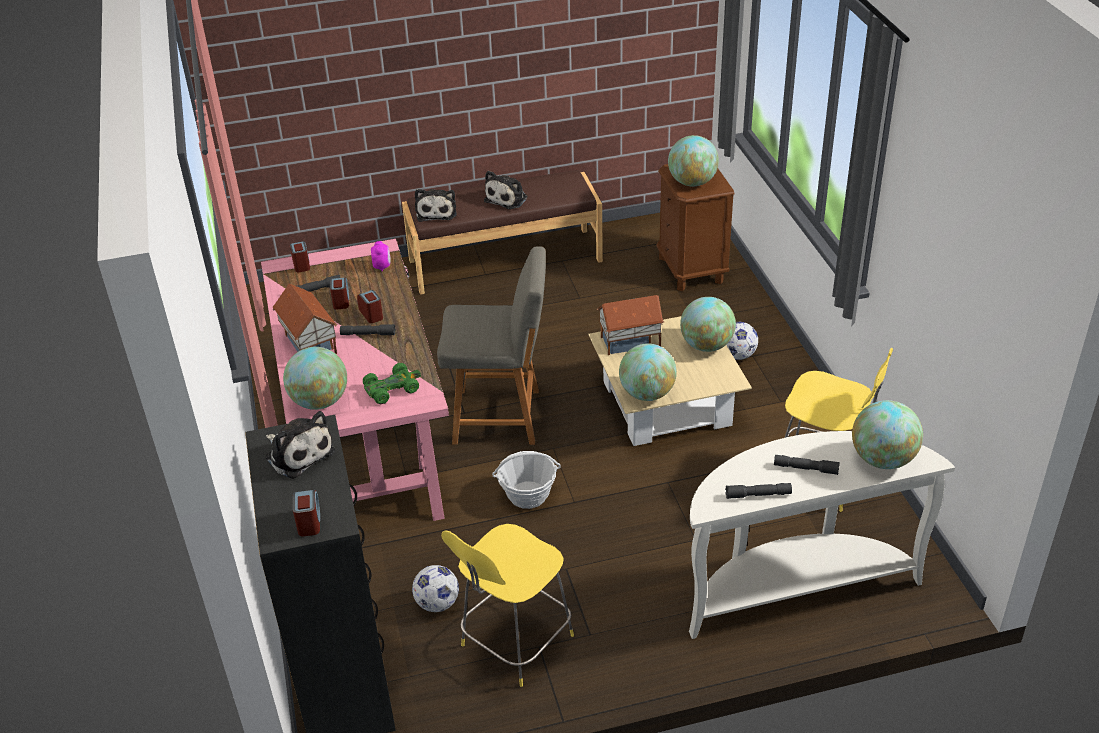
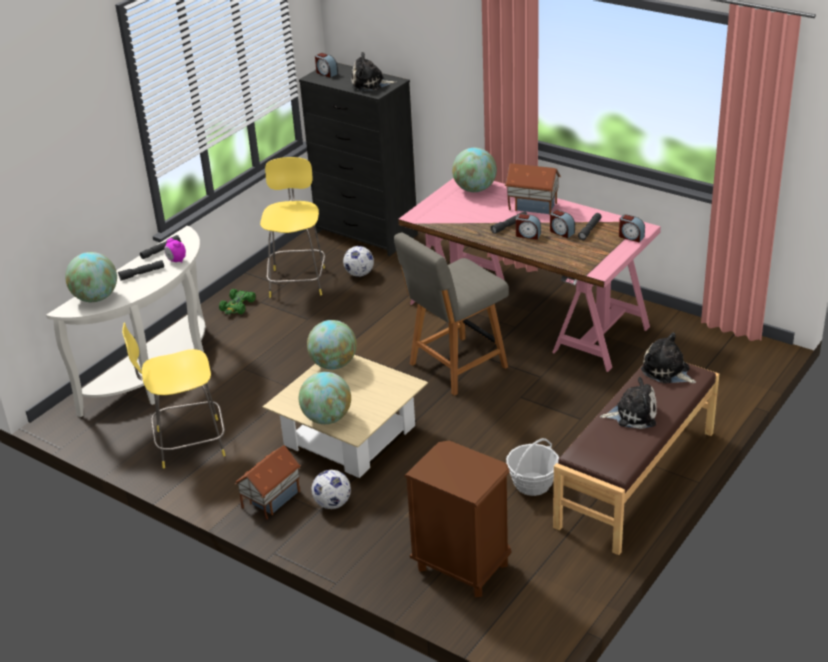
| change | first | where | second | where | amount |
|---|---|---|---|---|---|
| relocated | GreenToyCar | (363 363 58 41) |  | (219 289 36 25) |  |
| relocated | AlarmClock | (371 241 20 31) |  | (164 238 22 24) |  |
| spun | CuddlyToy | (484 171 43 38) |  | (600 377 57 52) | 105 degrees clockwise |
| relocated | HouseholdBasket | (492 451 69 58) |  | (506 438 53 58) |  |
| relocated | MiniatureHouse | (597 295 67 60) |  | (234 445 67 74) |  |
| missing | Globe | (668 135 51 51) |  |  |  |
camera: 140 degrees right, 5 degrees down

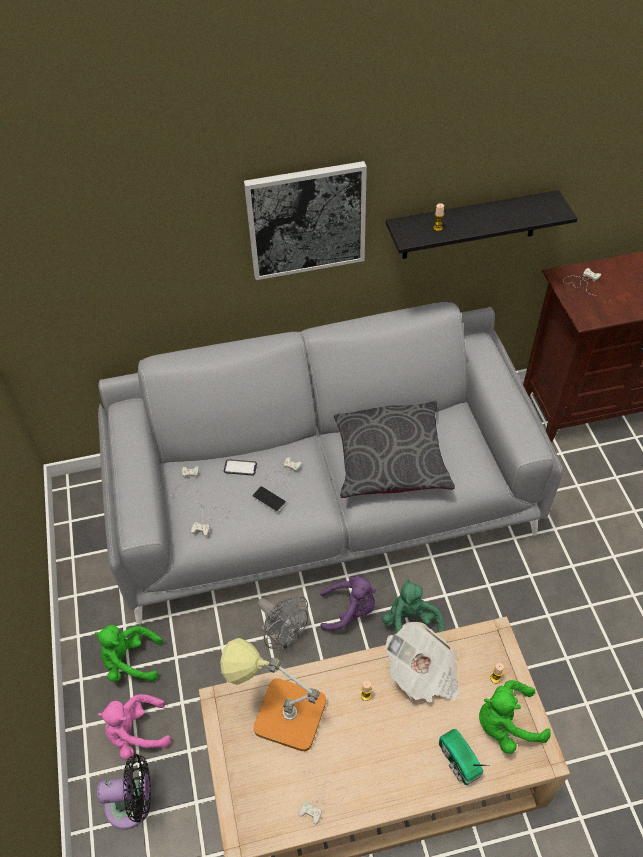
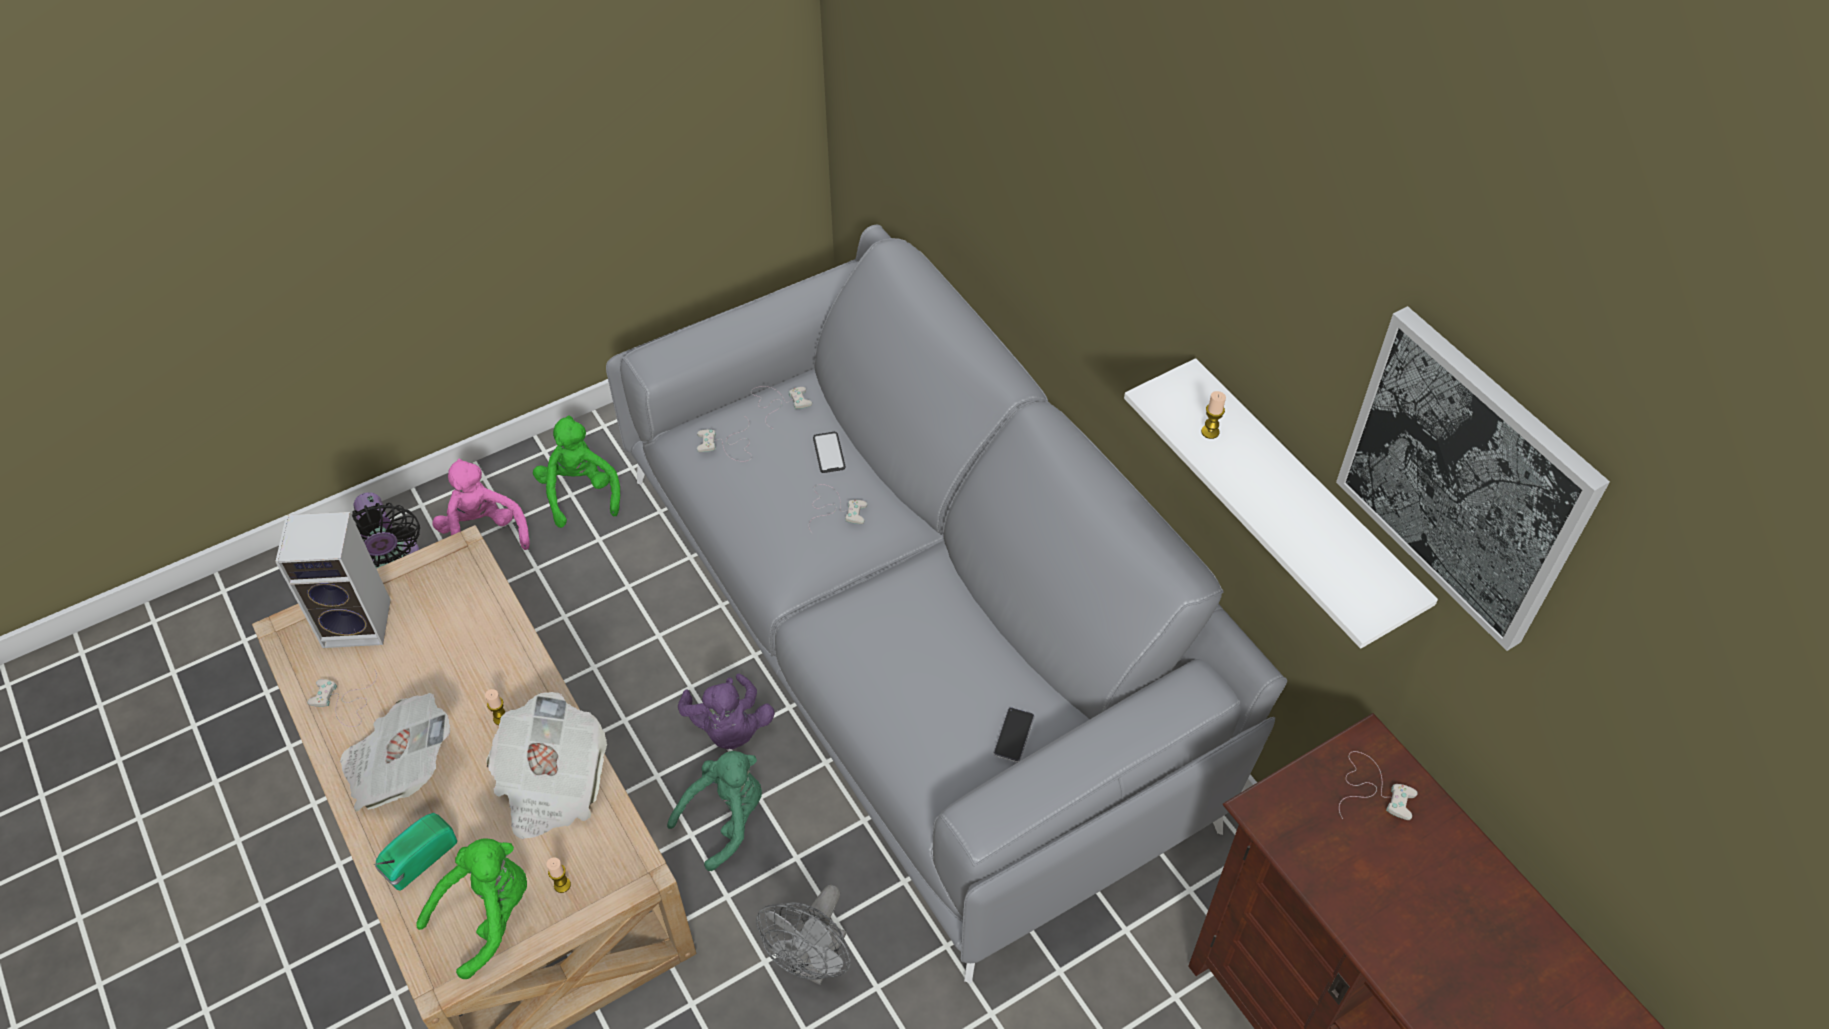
| change | first | where | second | where | amount |
|---|---|---|---|---|---|
| missing | TableLamp | (220 638 106 113) |  |  |  |
| relocated | WallPicture | (244 161 123 119) |  | (1336 306 274 345) |  |
| relocated | Telephone | (252 486 34 26) |  | (993 707 42 55) |  |
| relocated | GrayFan | (258 596 50 55) |  | (756 885 95 100) |  |
| missing | GrayPillow | (334 401 121 97) |  |  |  |
| colour | BlackishWallShelf | (386 190 192 69) | WhiteWallShelf | (1124 358 314 291) |  |
| spun | GreenCuddlyToy | (479 680 72 74) |  | (417 838 110 141) | 75 degrees clockwise |
| appeared |  |  | Speaker | (275 512 116 136) |  |
| appeared |  |  | Newspaper | (340 693 110 118) |  |
camera: 70 degrees right, 0 degrees up

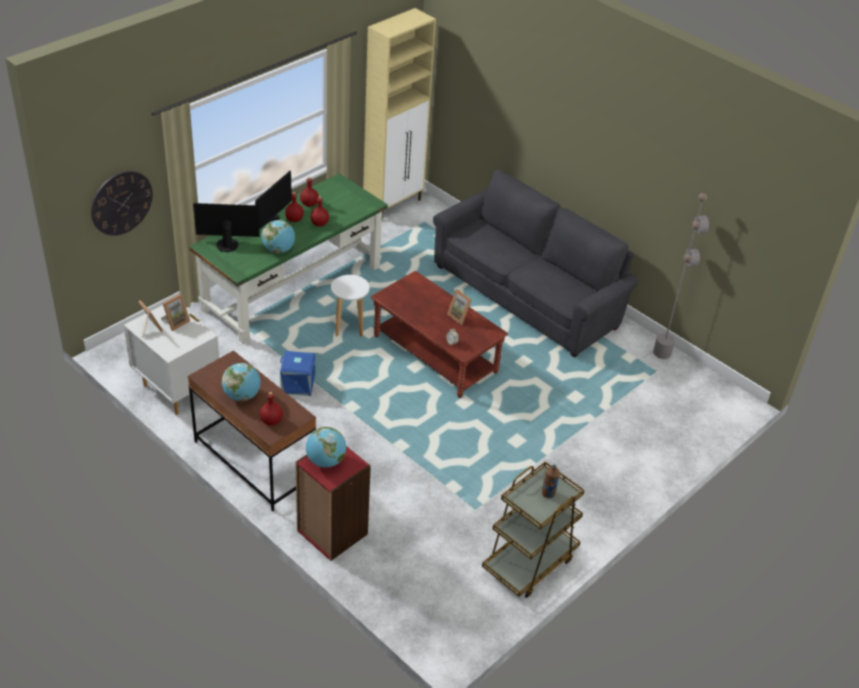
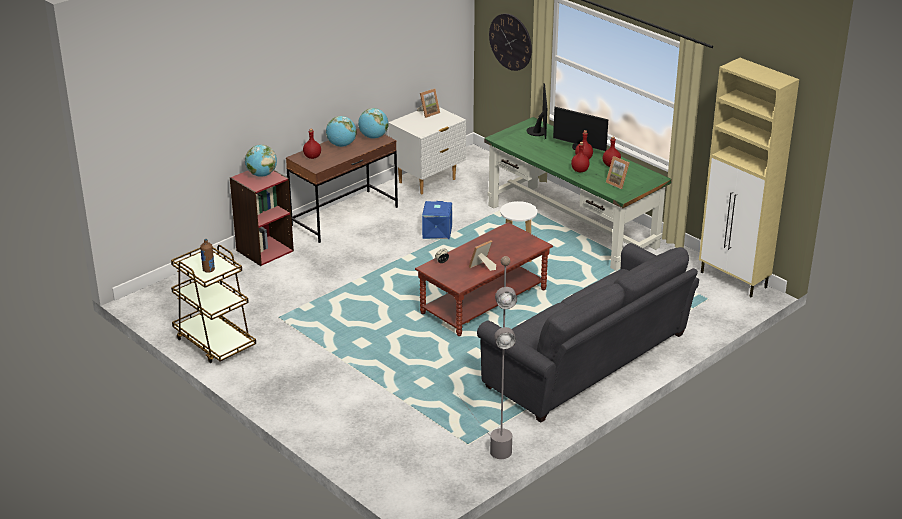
| change | first | where | second | where | amount |
|---|---|---|---|---|---|
| relocated | PhotoFrame | (161 294 29 37) |  | (606 156 23 33) |  |
| relocated | Globe | (262 220 33 33) |  | (358 108 30 31) |  |
camera: 95 degrees right, 10 degrees down

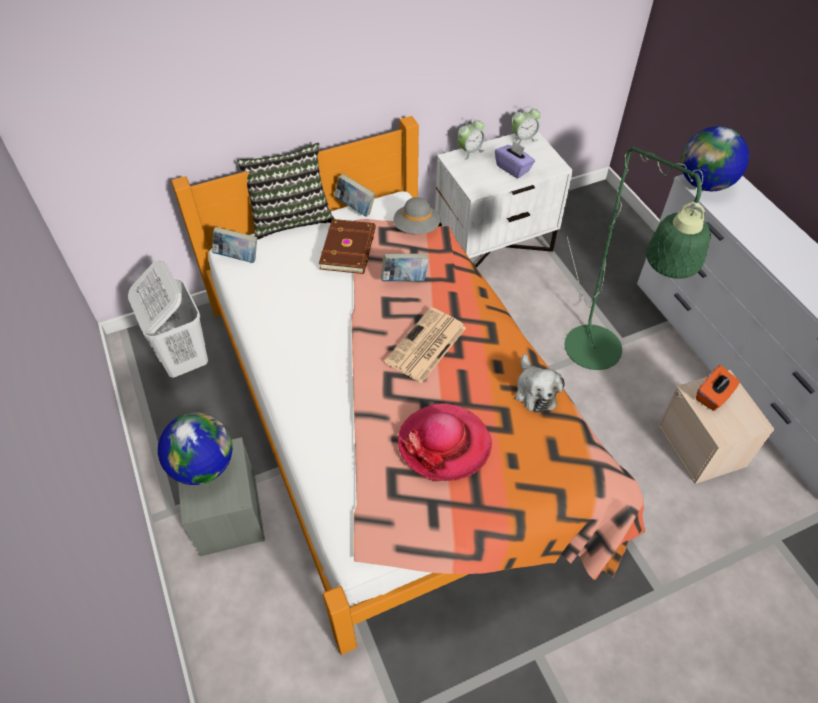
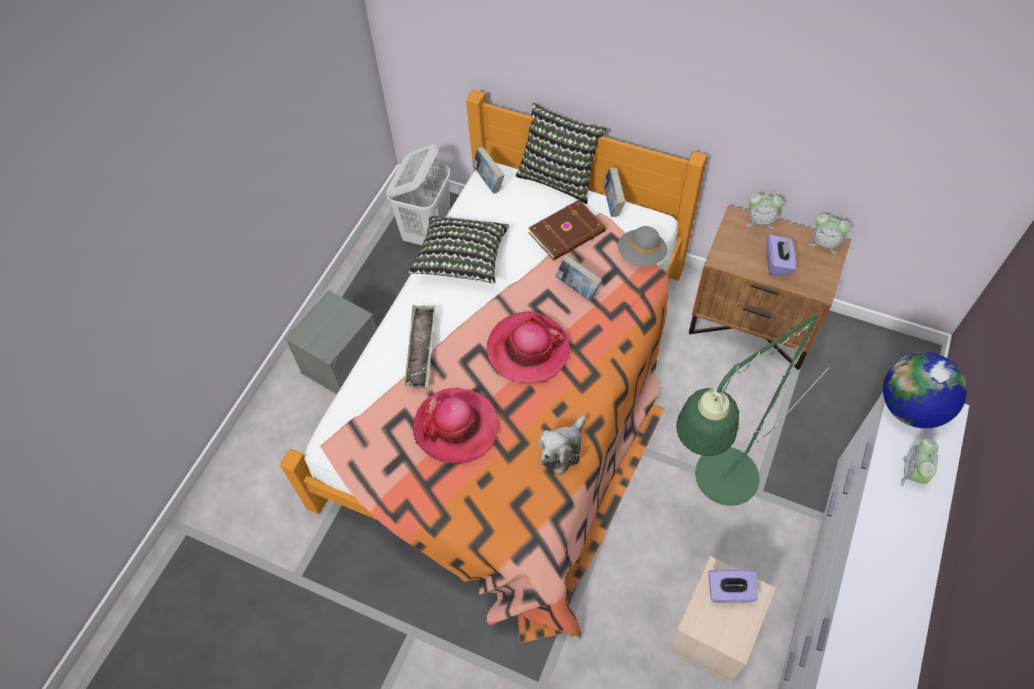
| change | first | where | second | where | amount |
|---|---|---|---|---|---|
| missing | Globe | (158 412 75 73) |  |  |  |
| exchanged | Newspaper | (384 307 82 76) | ClothingHat | (487 311 83 72) |  |
| colour | WhiteBedsideTable | (435 132 138 136) | BrownColouredBedsideTable | (689 205 162 165) |  |
| colour | OrangeTissueHolder | (696 365 44 46) | PurpleColouredTissueHolder | (708 569 50 33) |  |
| appeared |  |  | CarryingTray | (404 305 31 83) |  |
| appeared |  |  | Pillow | (409 216 100 68) |  |
| appeared |  |  | AlarmClock | (901 439 37 48) |  |
camera: 50 degrees right, 5 degrees up

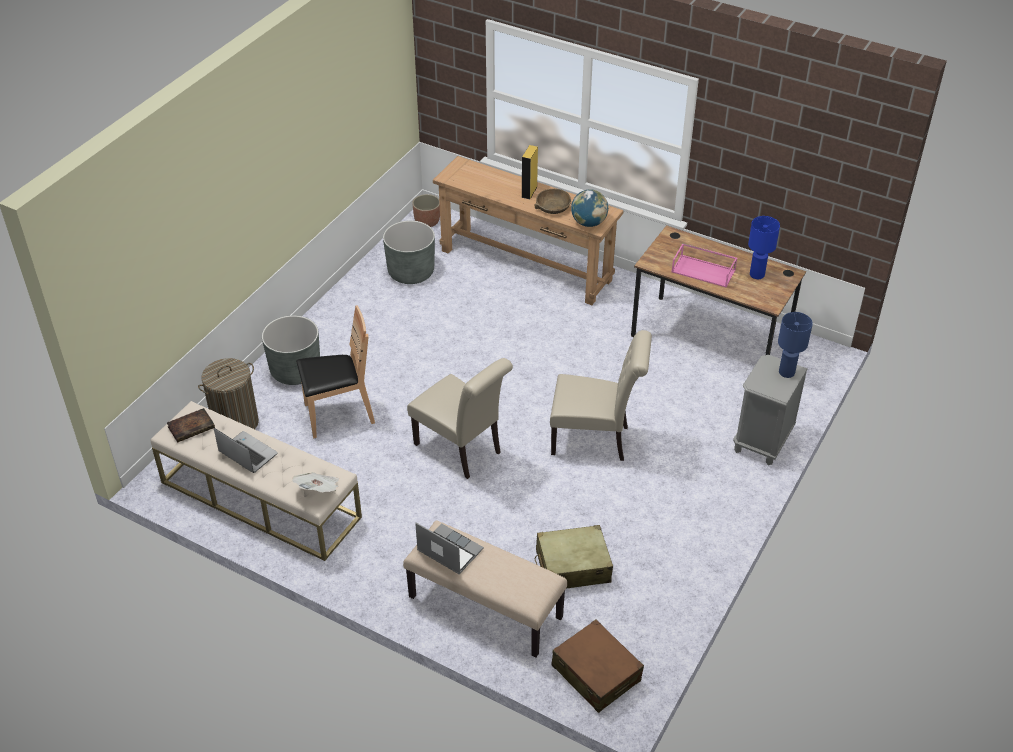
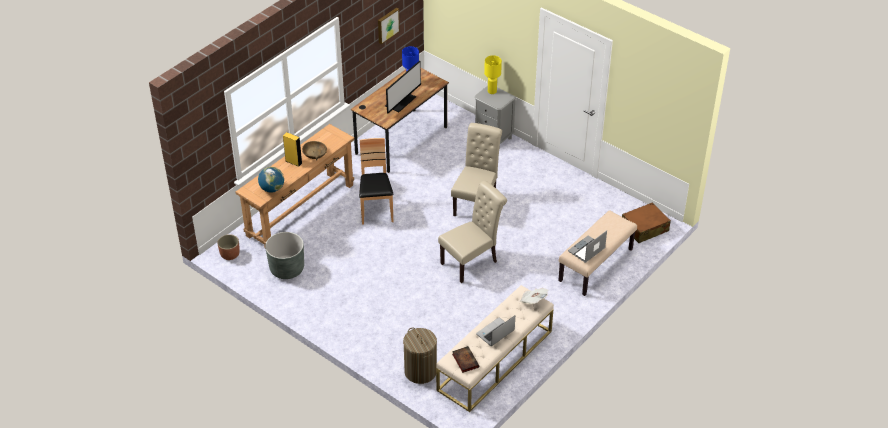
| change | first | where | second | where | amount |
|---|---|---|---|---|---|
| missing | GrayPlanter | (262 315 58 70) |  |  |  |
| relocated | BrownColouredPlainChair | (296 305 79 133) |  | (359 138 35 87) |  |
| missing | SandColouredSuitcase | (535 525 78 64) |  |  |  |
| relocated | Globe | (571 189 37 38) |  | (258 167 26 26) |  |
| exchanged | PinkColouredCarryingTray | (671 243 66 45) | ComputerScreen | (385 61 36 52) |  |
| colour | BluishTableLamp | (778 312 35 66) | YellowishTableLamp | (484 55 18 39) |  |
| appeared |  |  | WallPicture | (378 8 22 36) |  |
camera: 80 degrees left, 0 degrees up

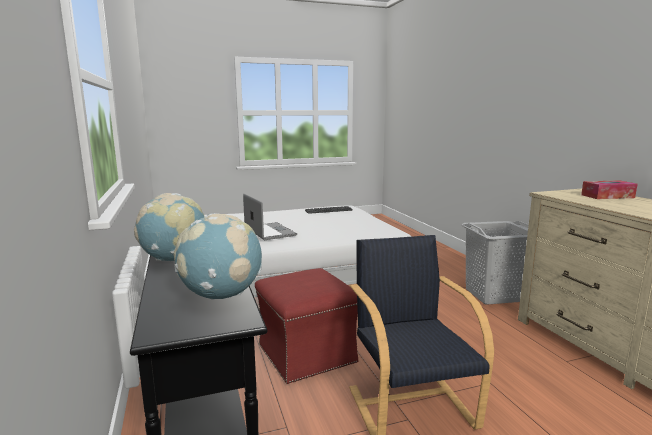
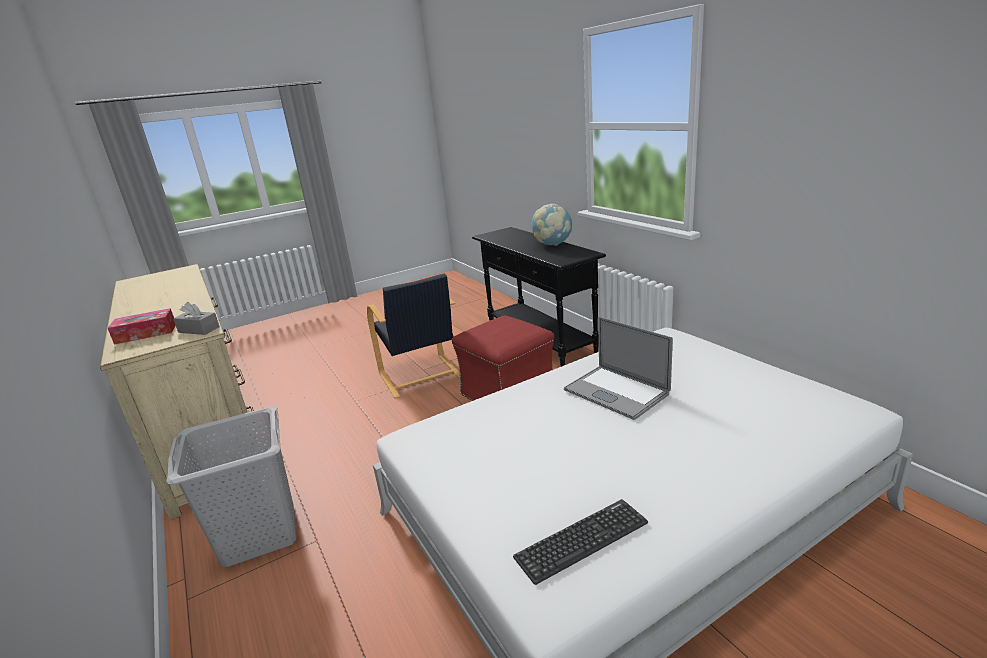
| change | first | where | second | where | amount |
|---|---|---|---|---|---|
| missing | Globe | (174 213 88 87) |  |  |  |
| appeared |  |  | GrayTissueHolder | (173 302 47 33) |  |
camera: 170 degrees right, 10 degrees up

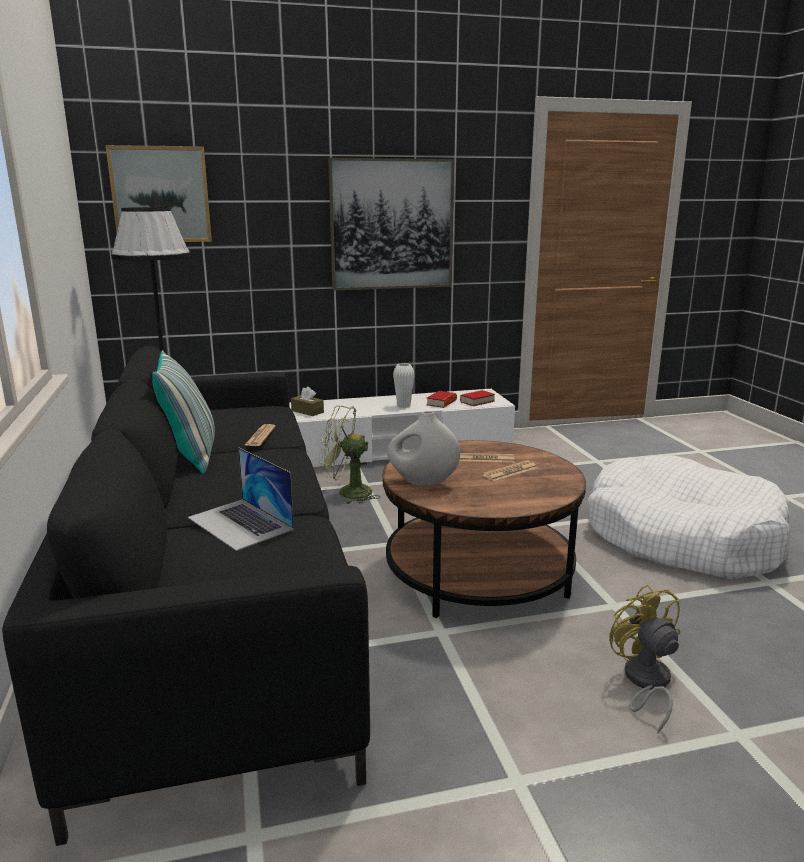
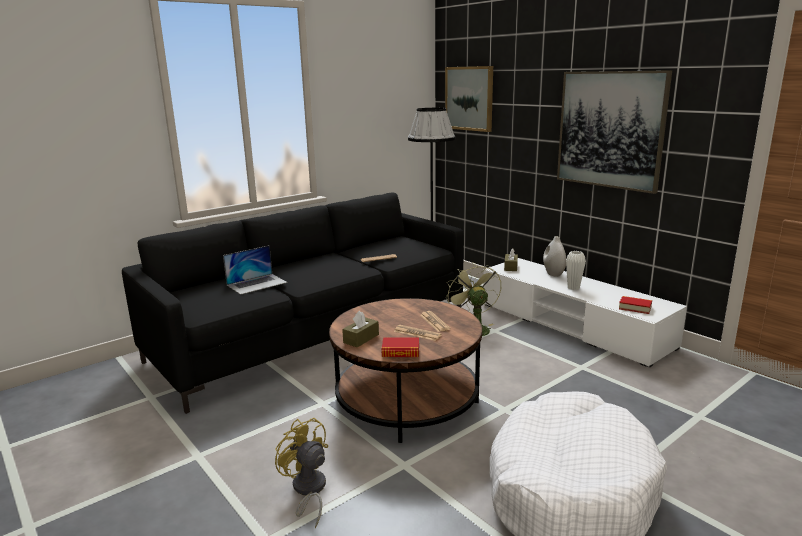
| change | first | where | second | where | amount |
|---|---|---|---|---|---|
| missing | Pillow | (152 350 63 124) |  |  |  |
| spun | Laptop | (188 447 106 104) |  | (223 245 64 50) | 150 degrees counterclockwise |
| relocated | WhiteDecorativeVase | (387 411 73 75) |  | (543 236 23 41) |  |
| relocated | Book | (427 391 30 17) |  | (382 337 37 20) |  |
| spun | YellowishFan | (609 584 71 150) |  | (275 418 53 110) | 90 degrees counterclockwise |
| appeared |  |  | BrownColouredTissueHolder | (342 311 37 36) |  |
camera: 65 degrees right, 0 degrees up

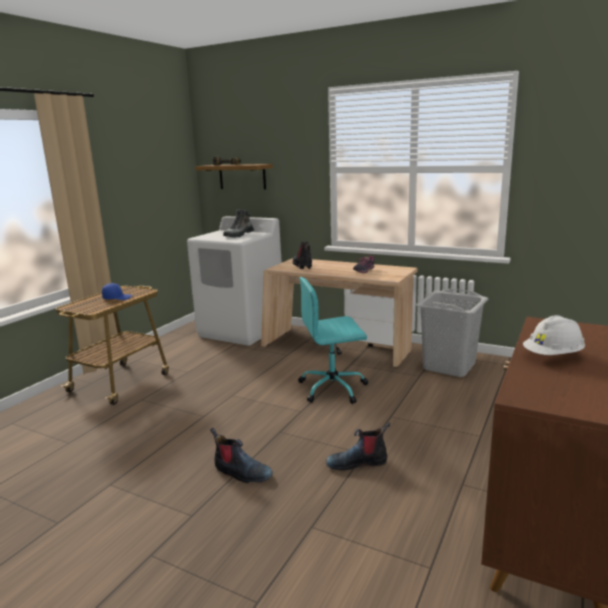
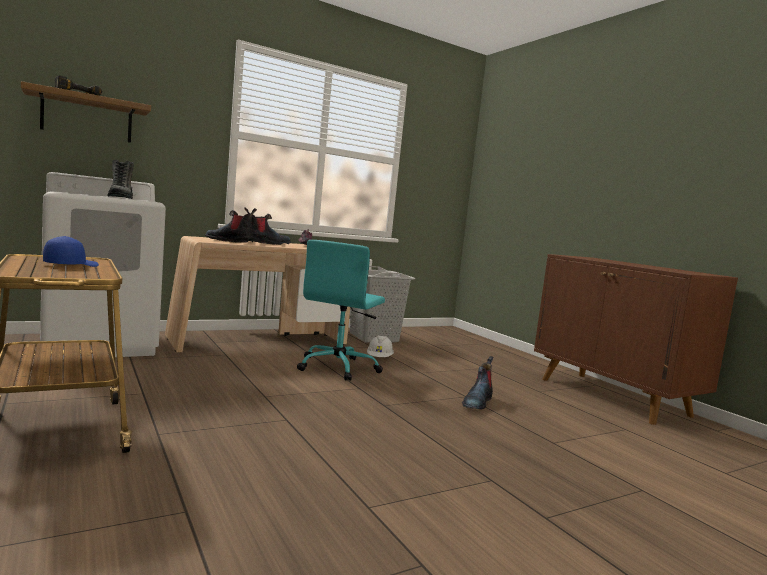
| change | first | where | second | where | amount |
|---|---|---|---|---|---|
| relocated | Boot | (210 428 63 55) |  | (244 207 47 38) |  |
| relocated | WhiteSafetyHelmet | (523 315 62 40) |  | (367 335 27 22) |  |
camera: 60 degrees left, 10 degrees down

